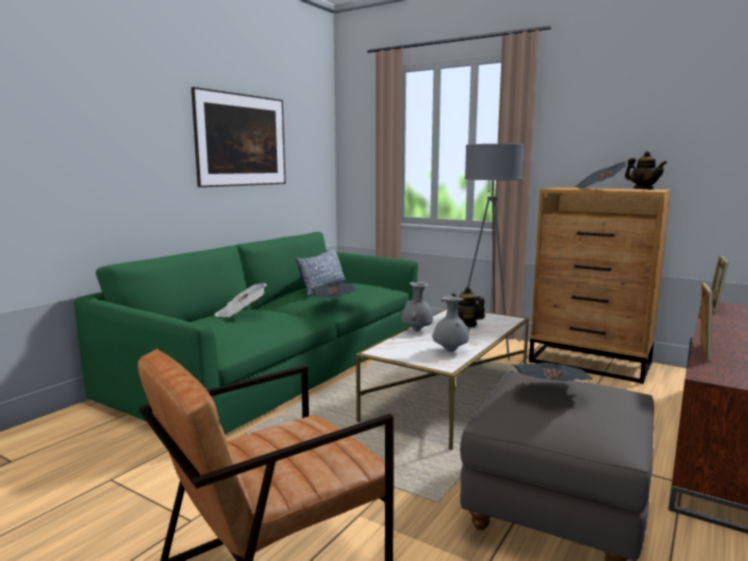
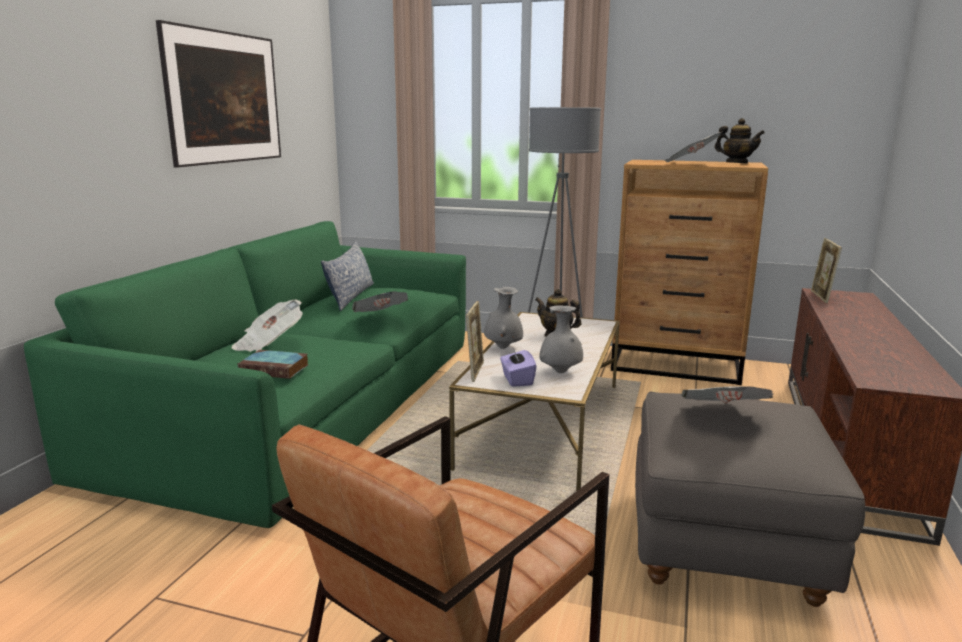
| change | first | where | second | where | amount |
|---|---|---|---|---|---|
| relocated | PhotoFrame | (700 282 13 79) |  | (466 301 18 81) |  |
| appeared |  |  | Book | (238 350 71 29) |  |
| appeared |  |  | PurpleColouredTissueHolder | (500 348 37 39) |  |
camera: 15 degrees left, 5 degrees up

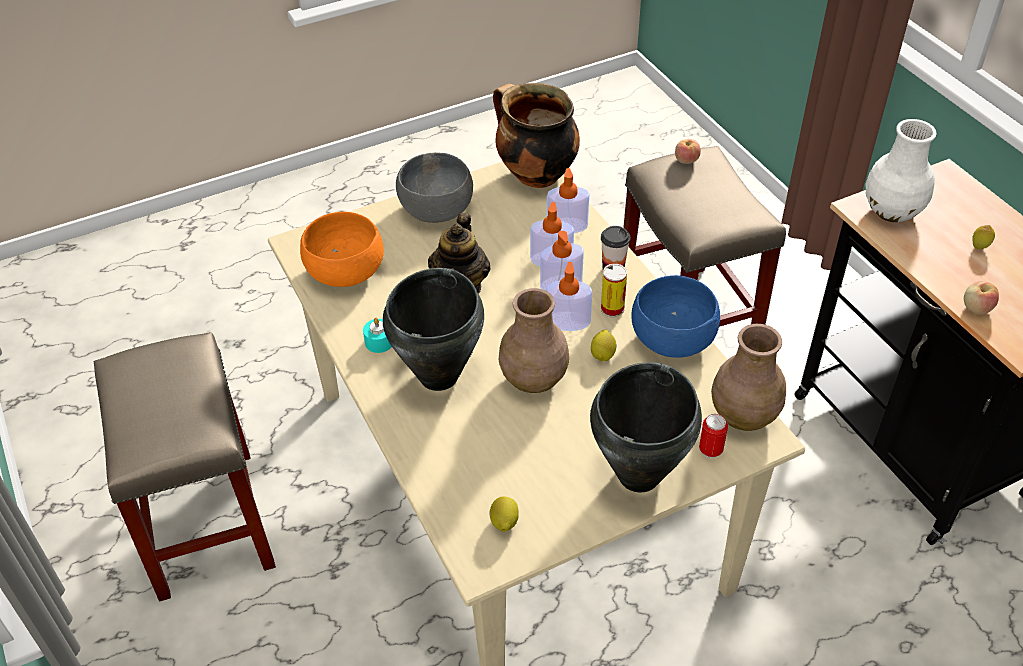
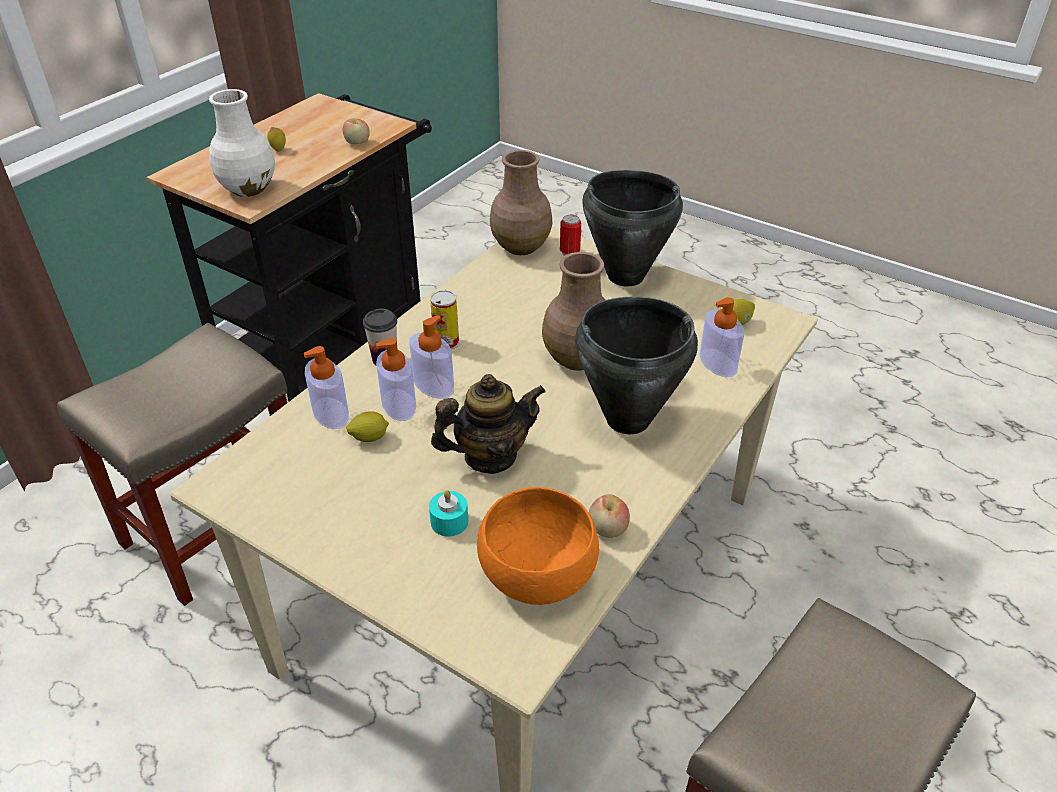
| change | first | where | second | where | amount |
|---|---|---|---|---|---|
| relocated | TurquoiseWaxCandle | (363 317 29 36) |  | (429 490 39 46) |  |
| missing | GrayDeepDish | (396 152 77 71) |  |  |  |
| missing | Saucepot | (493 83 87 105) |  |  |  |
| relocated | SoapDispenser | (546 262 46 69) |  | (699 297 46 80) |  |
| relocated | Lemon | (591 330 26 31) |  | (346 411 43 31) |  |
| missing | BluishDeepDish | (632 275 88 83) |  |  |  |
| relocated | AppleFruit | (675 139 26 25) |  | (589 494 41 44) |  |
camera: 120 degrees left, 5 degrees down

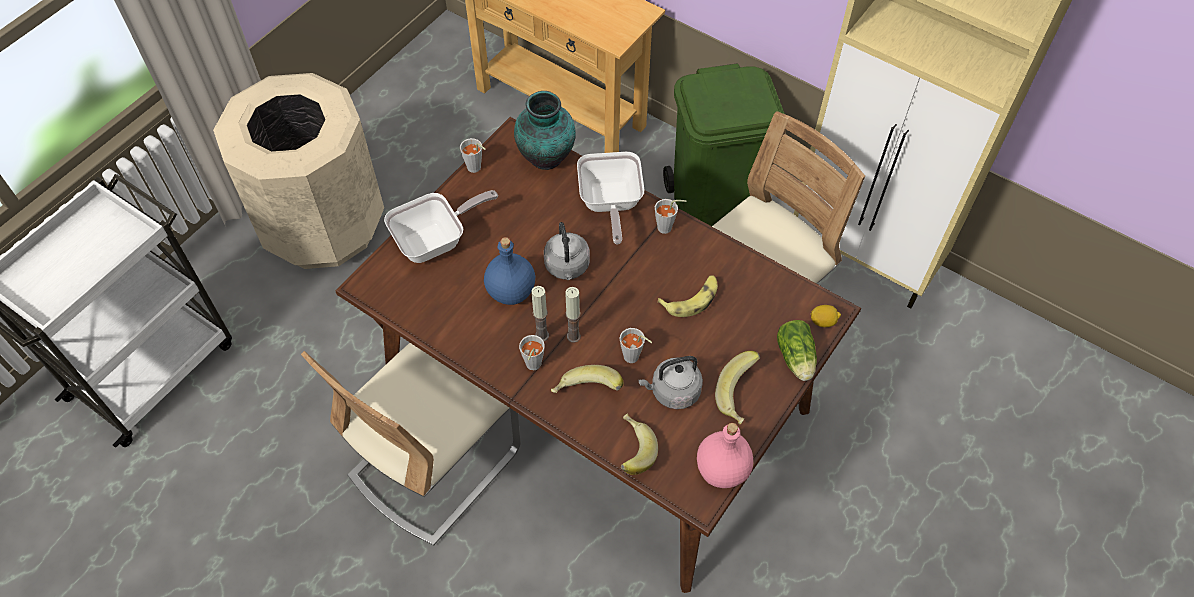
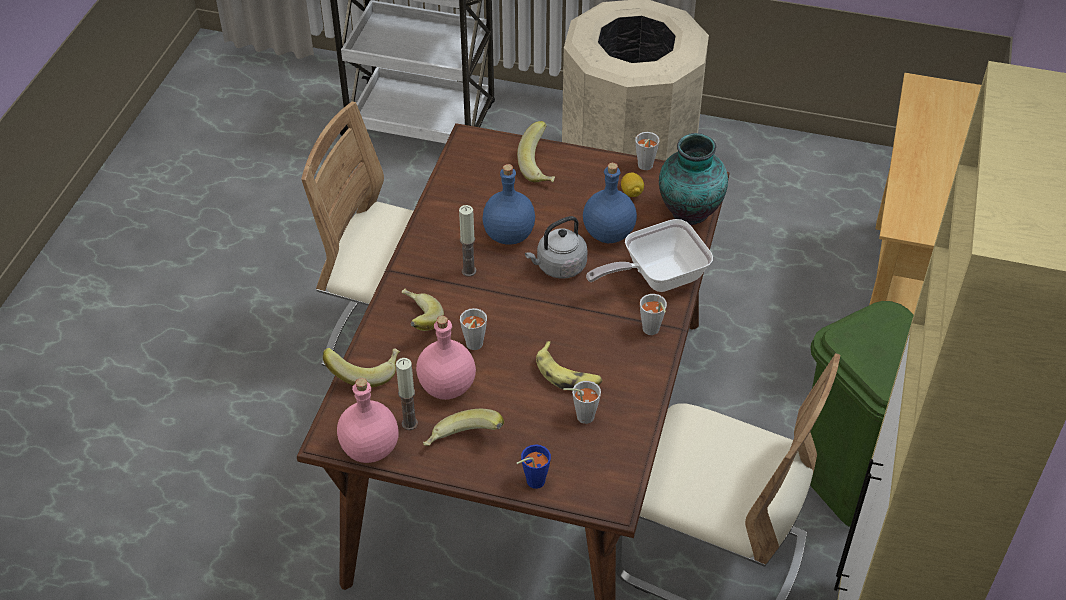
| change | first | where | second | where | amount |
|---|---|---|---|---|---|
| exchanged | Pan | (384 190 114 73) | WholeBanana | (517 121 38 62) |  |
| relocated | GraySmallCup | (519 335 26 35) |  | (564 381 37 43) |  |
| relocated | WaxCandle | (565 287 16 56) |  | (396 358 22 72) |  |
| exchanged | GrayWaterKettle | (638 356 65 53) | PinkColouredBeverageBottle | (416 316 60 84) |  |
| exchanged | Lettuce | (777 320 40 61) | BluishSmallCup | (517 445 34 44) |  |
| relocated | Lemon | (810 305 31 22) |  | (621 172 23 25) |  |
| appeared |  |  | BluishBeverageBottle | (583 163 54 80) |  |
camera: 70 degrees right, 10 degrees down

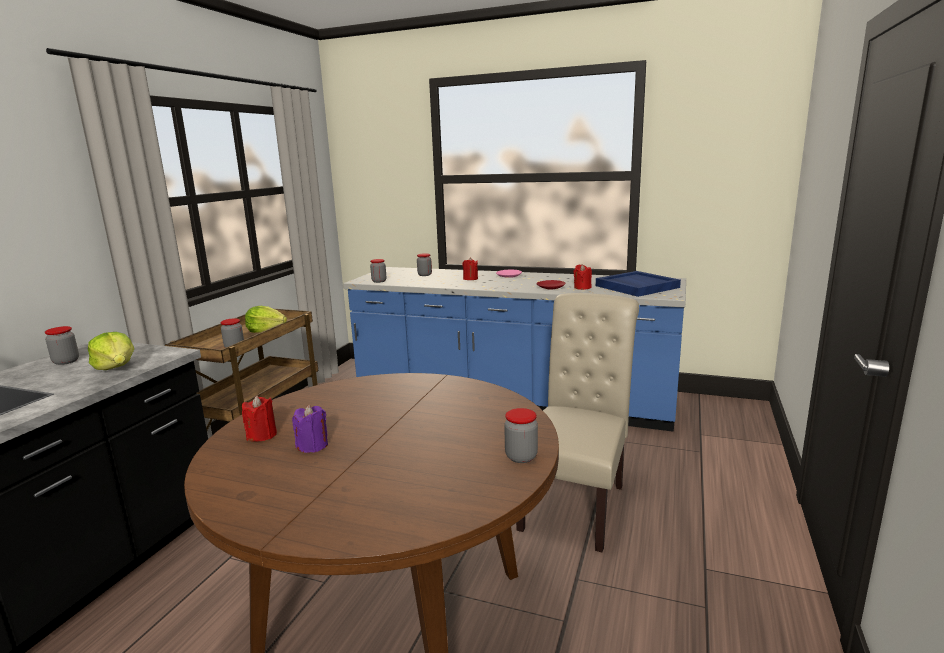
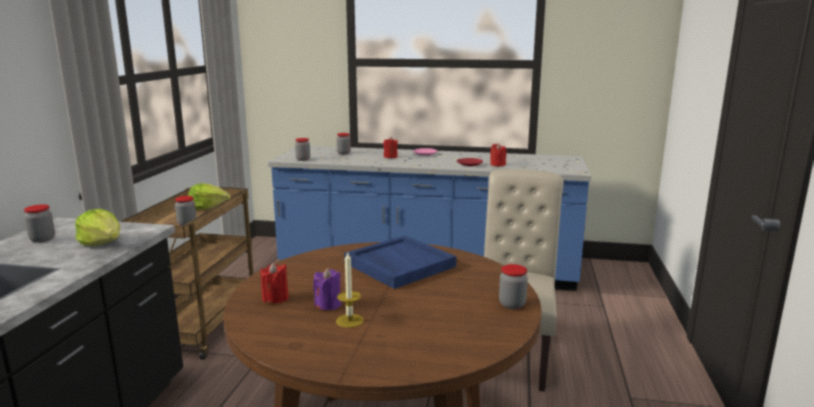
| change | first | where | second | where | amount |
|---|---|---|---|---|---|
| relocated | BluishCarryingTray | (596 271 85 26) |  | (344 235 113 54) |  |
| appeared |  |  | WaxCandle | (336 251 28 77) |  |
camera: 10 degrees left, 0 degrees up

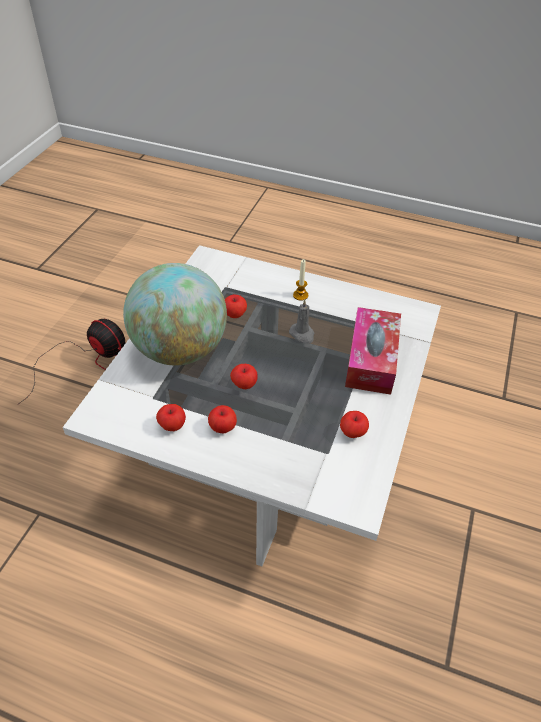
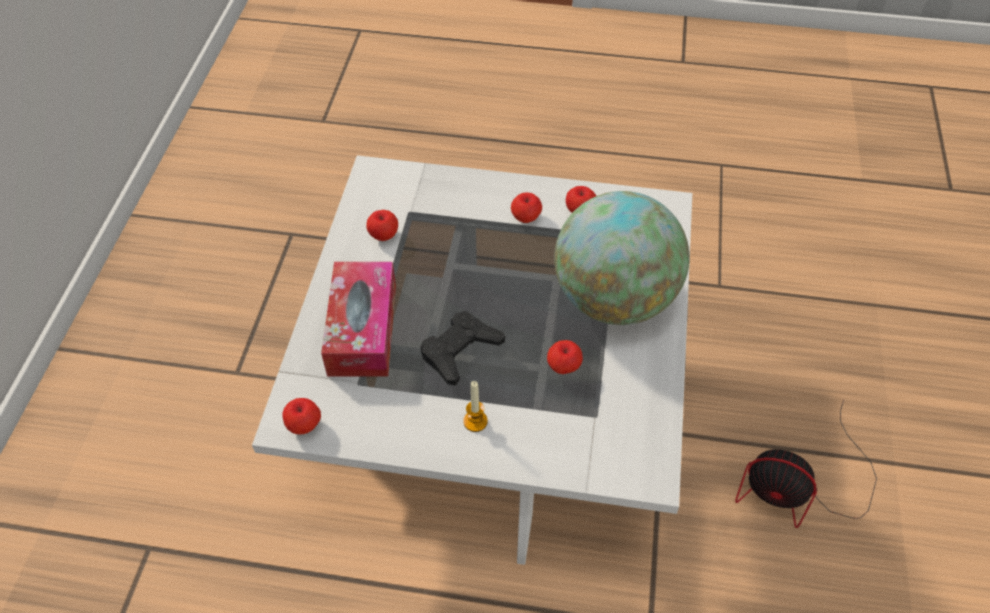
| change | first | where | second | where | amount |
|---|---|---|---|---|---|
| relocated | AppleFruit | (230 364 28 25) |  | (282 398 39 36) |  |
| exchanged | GrayWaxCandle | (289 299 25 44) | BlackishJoypad | (420 311 85 74) |  |
camera: 170 degrees right, 5 degrees up

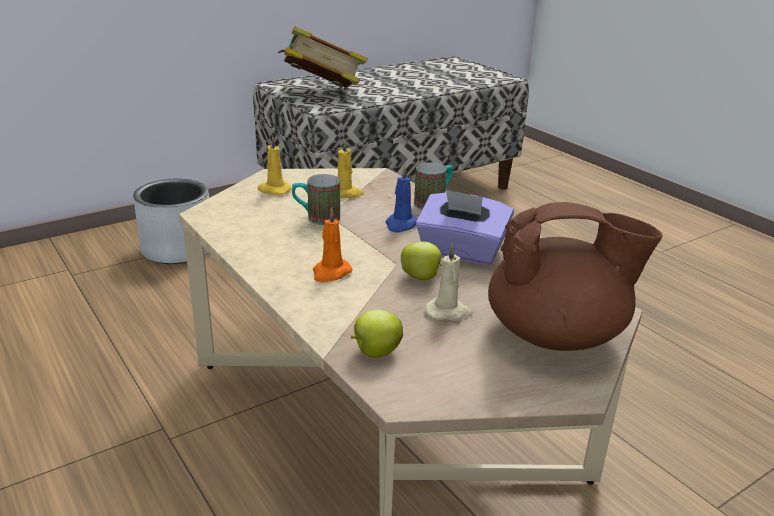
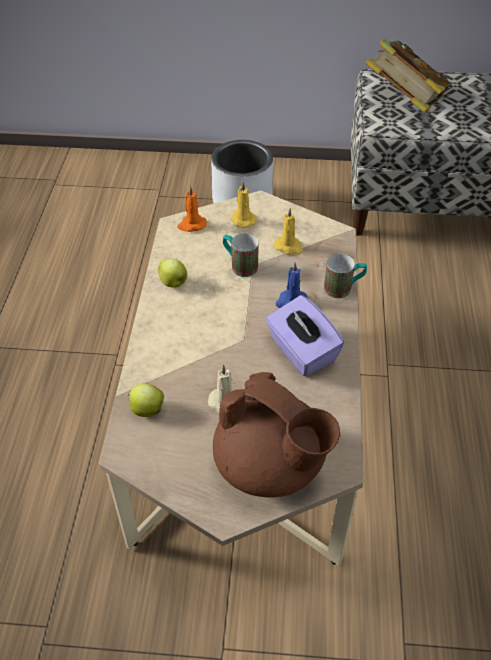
| change | first | where | second | where | amount |
|---|---|---|---|---|---|
| relocated | OrangeWaxCandle | (313 207 39 76) |  | (177 186 30 46) |  |
| relocated | AppleFruit | (401 242 41 38) |  | (158 259 29 29) |  |
camera: 40 degrees right, 20 degrees up

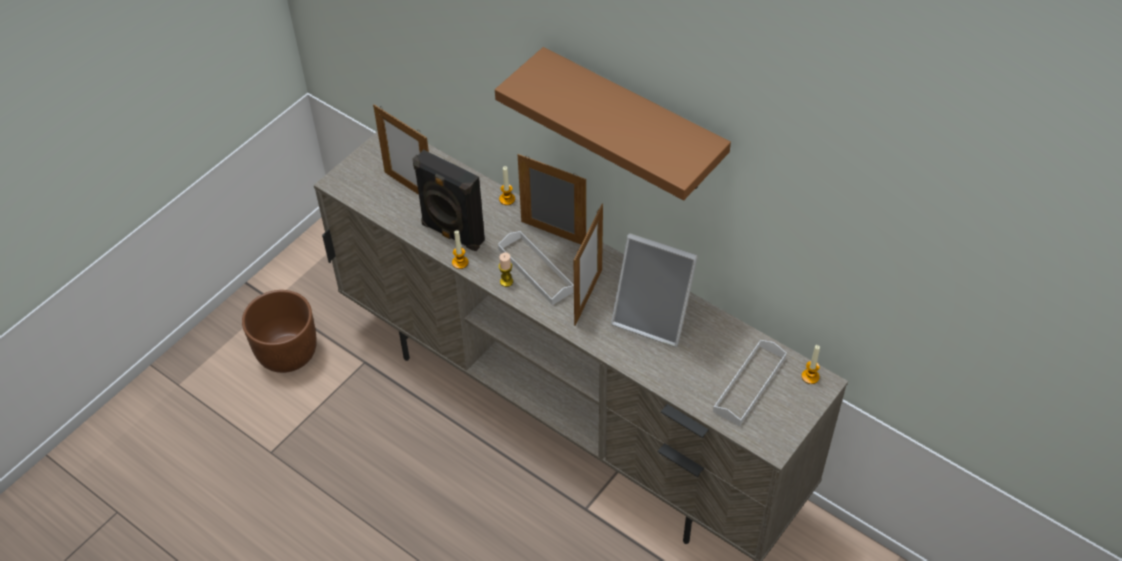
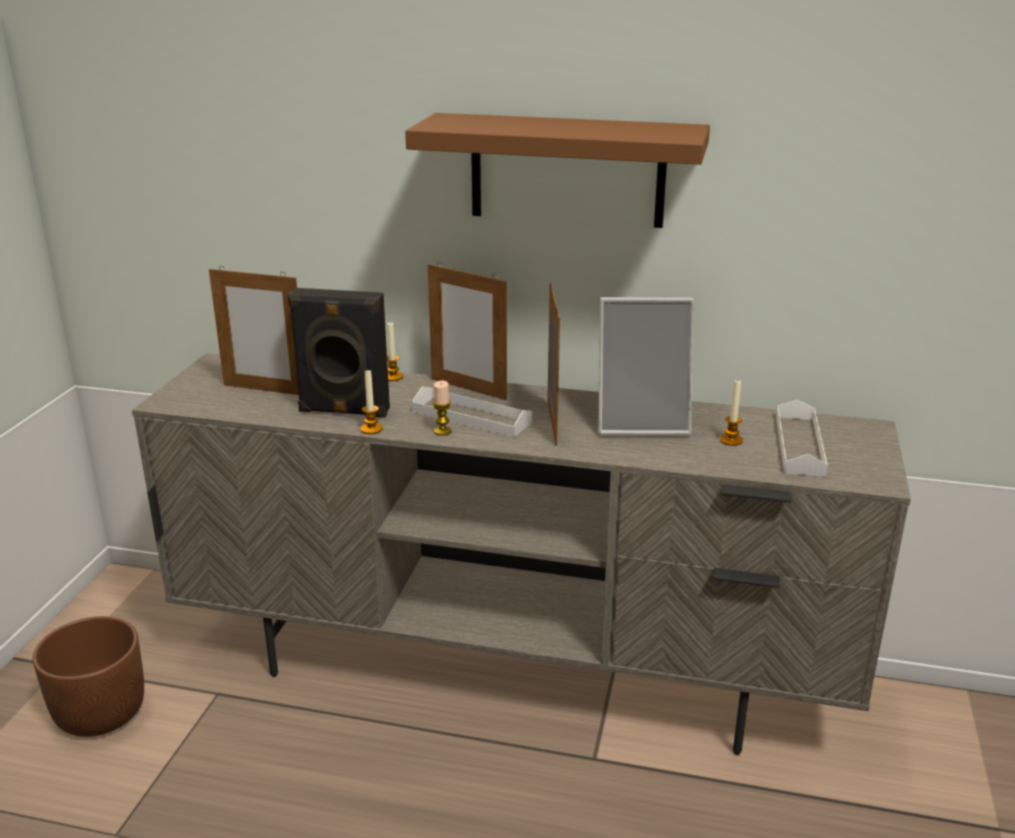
| change | first | where | second | where | amount |
|---|---|---|---|---|---|
| spun | PhotoFrame | (518 154 68 91) |  | (428 262 79 138) | 150 degrees counterclockwise |
| relocated | WaxCandle | (802 345 18 39) |  | (720 380 23 66) |  |
camera: 25 degrees left, 25 degrees down

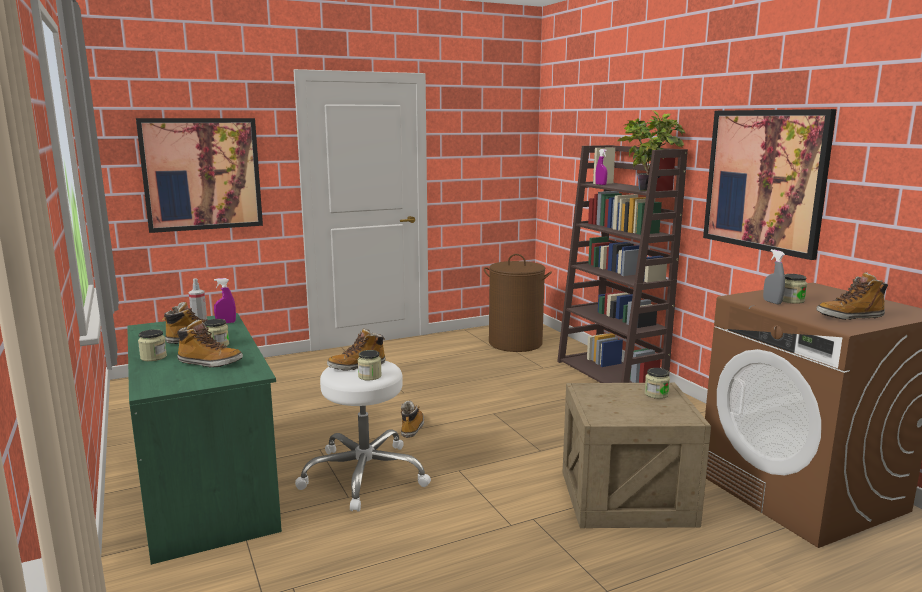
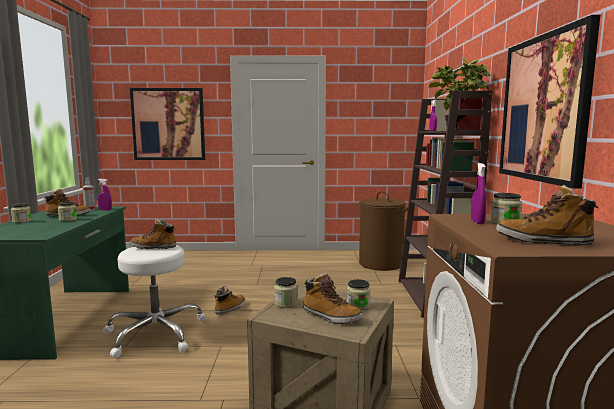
| change | first | where | second | where | amount |
|---|---|---|---|---|---|
| relocated | Boot | (176 320 67 47) |  | (303 273 60 51) |  |
| relocated | Jar | (358 350 24 30) |  | (274 277 23 31) |  |
| colour | GraySprayBottle | (763 249 22 55) | PurpleColouredSprayBottle | (471 163 16 61) |  |
camera: 25 degrees right, 5 degrees down

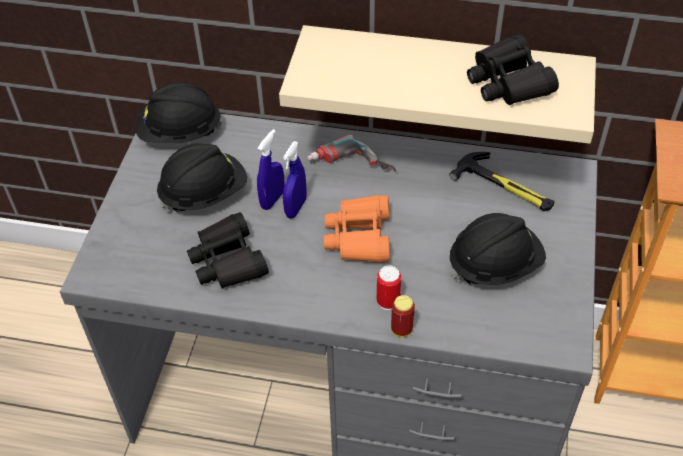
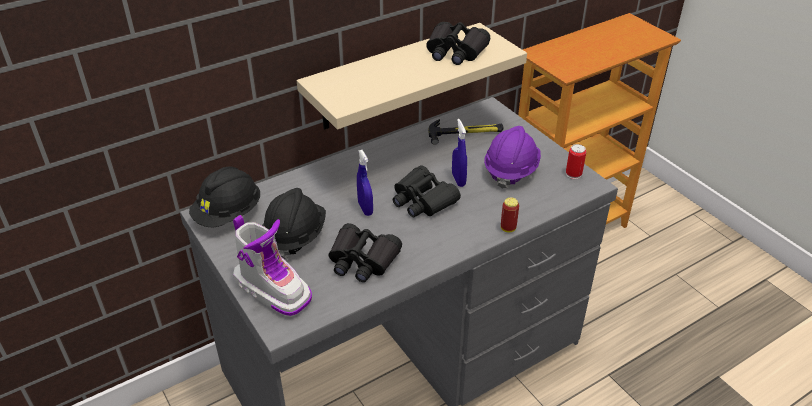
| change | first | where | second | where | amount |
|---|---|---|---|---|---|
| relocated | BluishSprayBottle | (257 129 28 81) |  | (452 119 15 68) |  |
| missing | Drill | (307 134 89 37) |  |  |  |
| colour | OrangeBinoculars | (324 195 66 67) | BlackishBinoculars | (393 165 68 52) |  |
| relocated | MetalCan | (377 265 24 45) |  | (566 144 20 35) |  |
| colour | BlackishSafetyHelmet | (450 213 96 72) | PurpleColouredSafetyHelmet | (484 126 57 63) |  |
| appeared |  |  | Boot | (233 215 79 102) |  |
camera: 45 degrees left, 10 degrees down

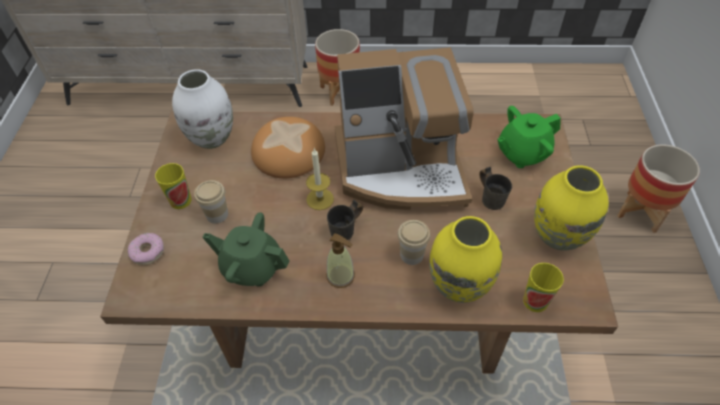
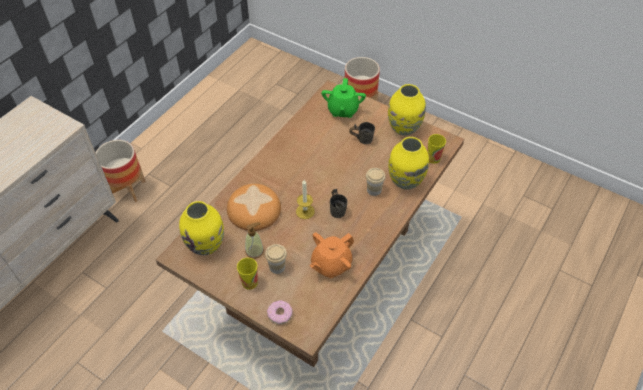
| change | first | where | second | where | amount |
|---|---|---|---|---|---|
| colour | WhiteDecorativeVase | (172 69 61 80) | YellowishDecorativeVase | (179 201 45 54) |  |
| colour | GreenPotForTea | (203 212 87 75) | OrangePotForTea | (309 232 45 46) |  |
| relocated | SoapDispenser | (326 233 29 55) |  | (245 222 19 37) |  |
| missing | CoffeeMachine | (335 47 139 163) |  |  |  |
camera: 60 degrees left, 0 degrees up

